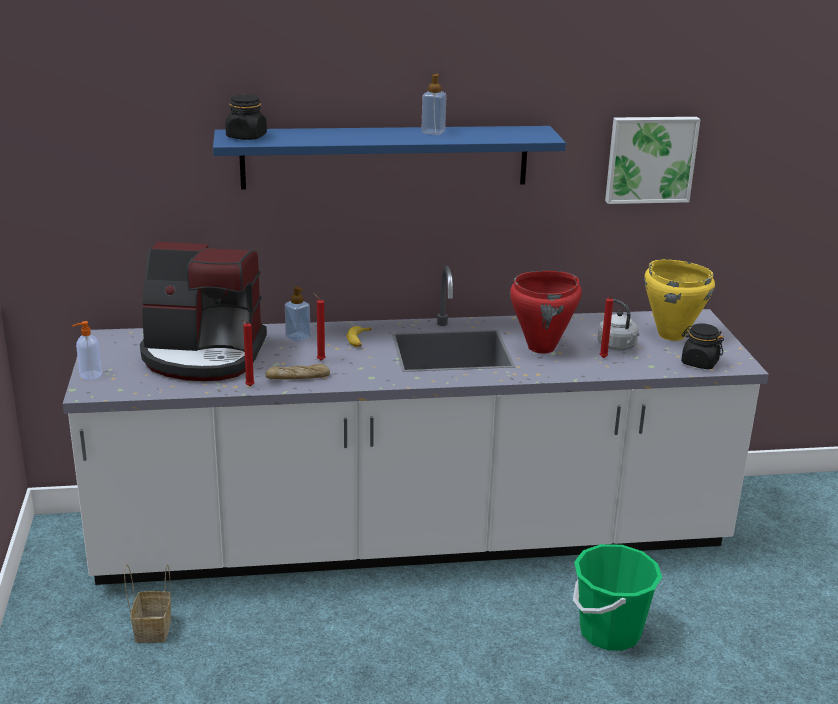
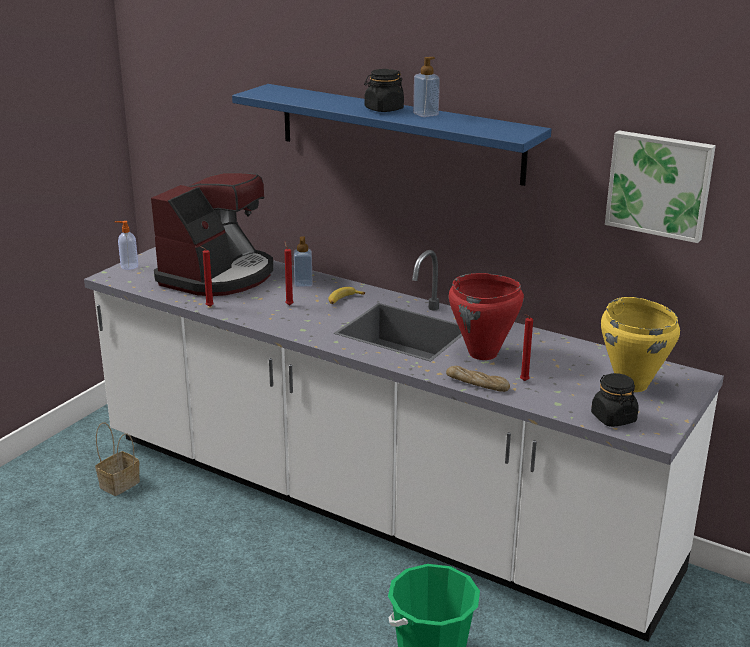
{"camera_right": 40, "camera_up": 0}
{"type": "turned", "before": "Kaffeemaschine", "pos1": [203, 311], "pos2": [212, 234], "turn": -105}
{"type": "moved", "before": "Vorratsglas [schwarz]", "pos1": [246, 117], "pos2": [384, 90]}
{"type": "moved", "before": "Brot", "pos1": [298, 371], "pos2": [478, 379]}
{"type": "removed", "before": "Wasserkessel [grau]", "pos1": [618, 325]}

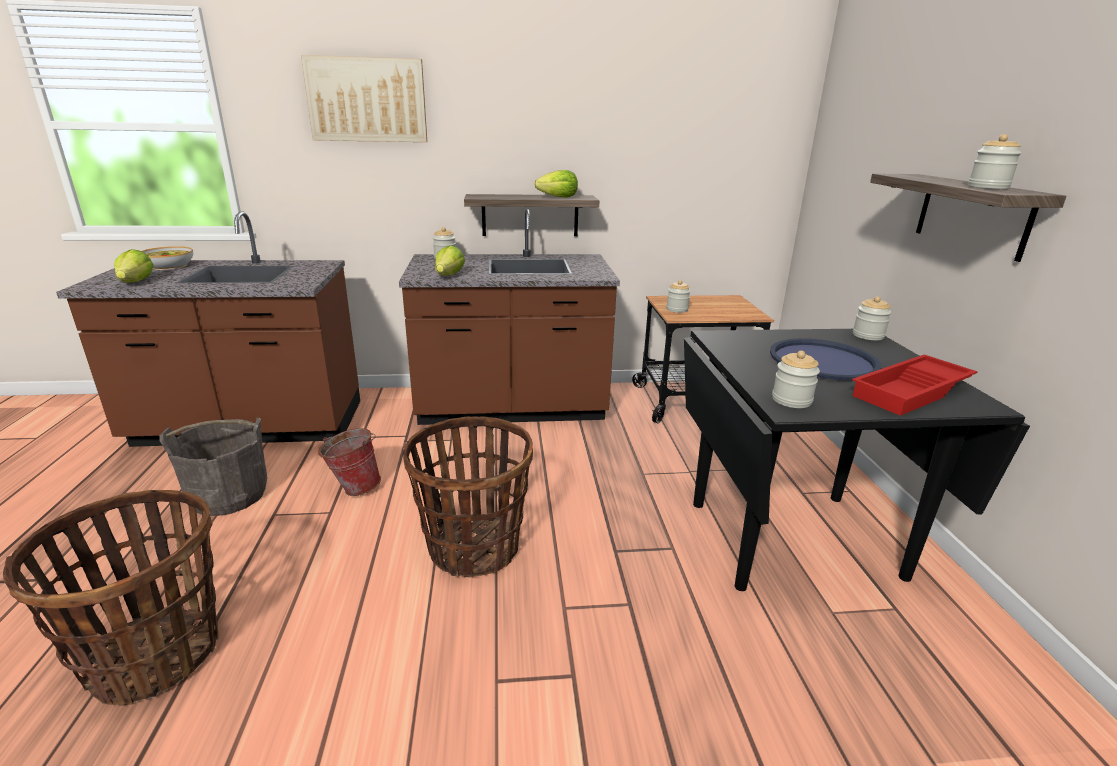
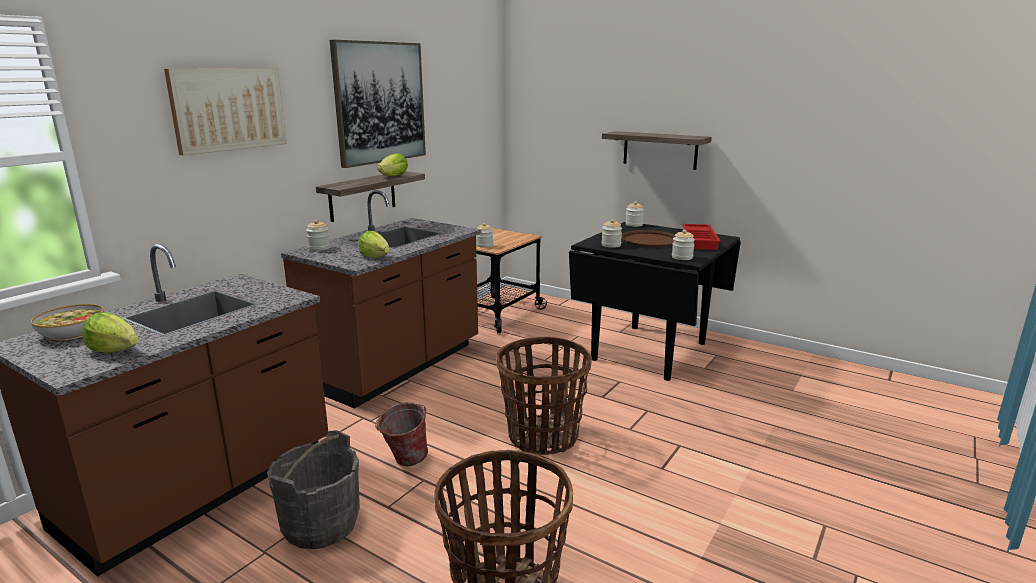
{"camera_right": -50, "camera_up": -5}
{"type": "recoloured", "before": "Tablett [blau]", "after": "Tablett [braun]", "pos1": [826, 359], "pos2": [648, 238]}
{"type": "moved", "before": "Vorratsglas", "pos1": [995, 161], "pos2": [612, 233]}
{"type": "added", "after": "Bild", "pos2": [378, 104]}

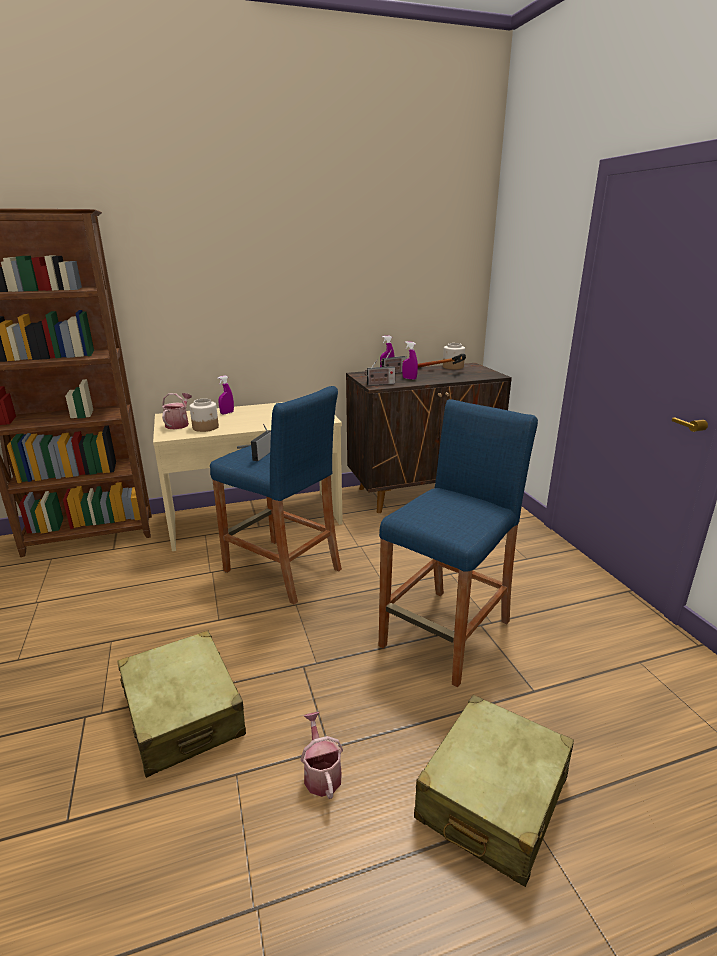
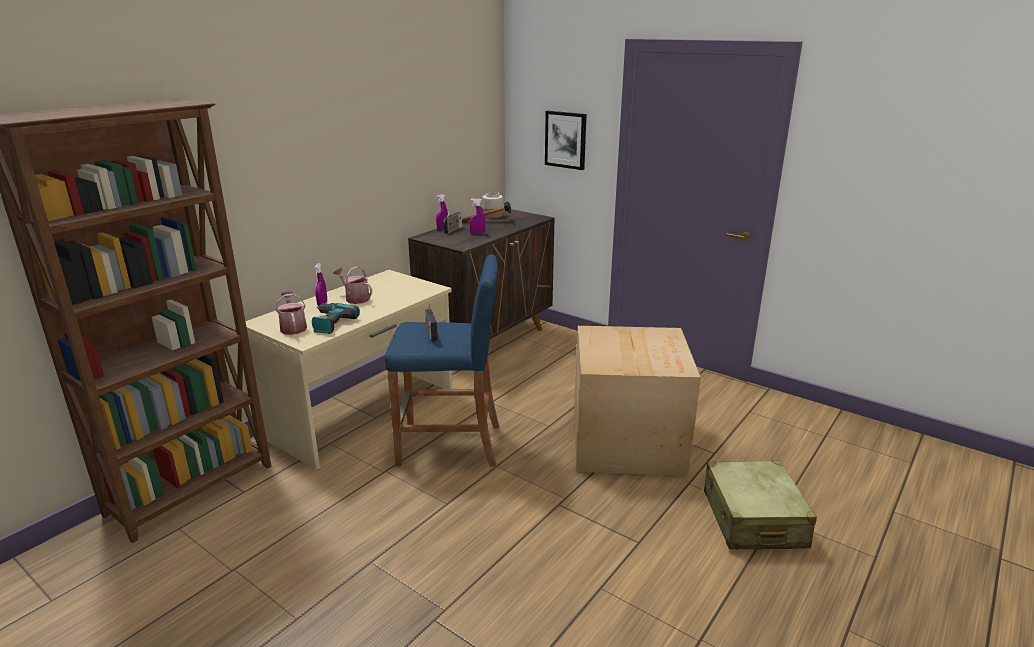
{"camera_right": -35, "camera_up": 0}
{"type": "removed", "before": "Koffer [beige]", "pos1": [181, 704]}
{"type": "replaced", "before": "Vorratsglas", "after": "Bohrmaschine", "pos1": [204, 415], "pos2": [336, 318]}
{"type": "moved", "before": "Gießkanne", "pos1": [321, 755], "pos2": [352, 285]}
{"type": "removed", "before": "Radio", "pos1": [379, 372]}
{"type": "replaced", "before": "Hocker [blau]", "after": "Karton", "pos1": [458, 543], "pos2": [637, 401]}
{"type": "added", "after": "Bild", "pos2": [566, 140]}

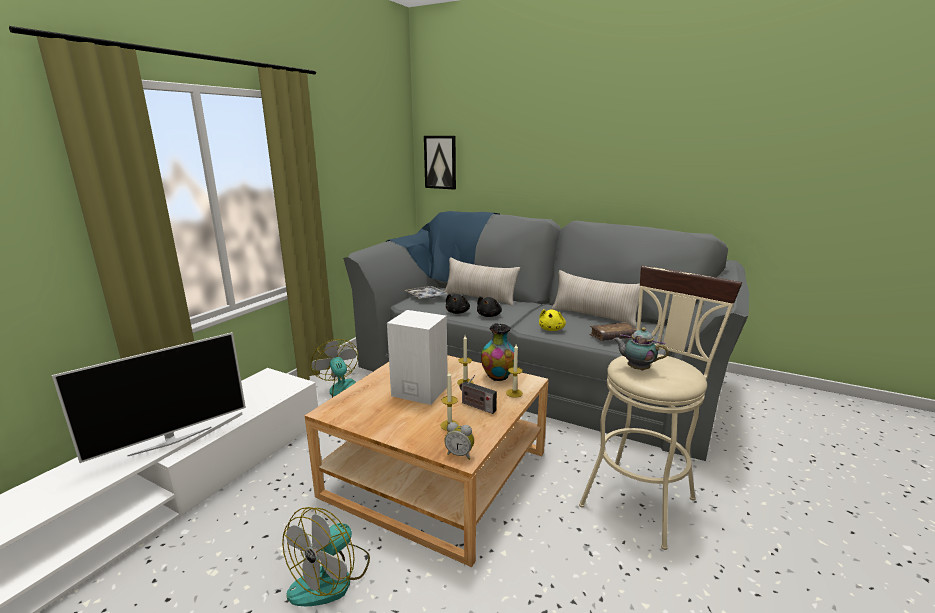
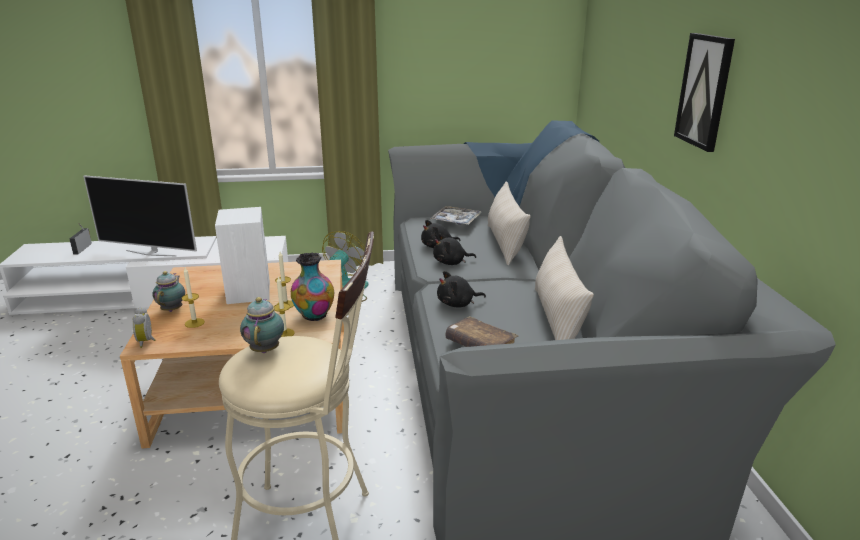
{"camera_right": 55, "camera_up": 5}
{"type": "removed", "before": "Ventilator", "pos1": [326, 556]}
{"type": "moved", "before": "Bild", "pos1": [440, 163], "pos2": [704, 92]}
{"type": "moved", "before": "Radio", "pos1": [478, 394], "pos2": [80, 238]}
{"type": "recoloured", "before": "Plüschtier [gelb]", "after": "Plüschtier [schwarz]", "pos1": [552, 320], "pos2": [461, 289]}
{"type": "added", "after": "Teekanne", "pos2": [168, 291]}

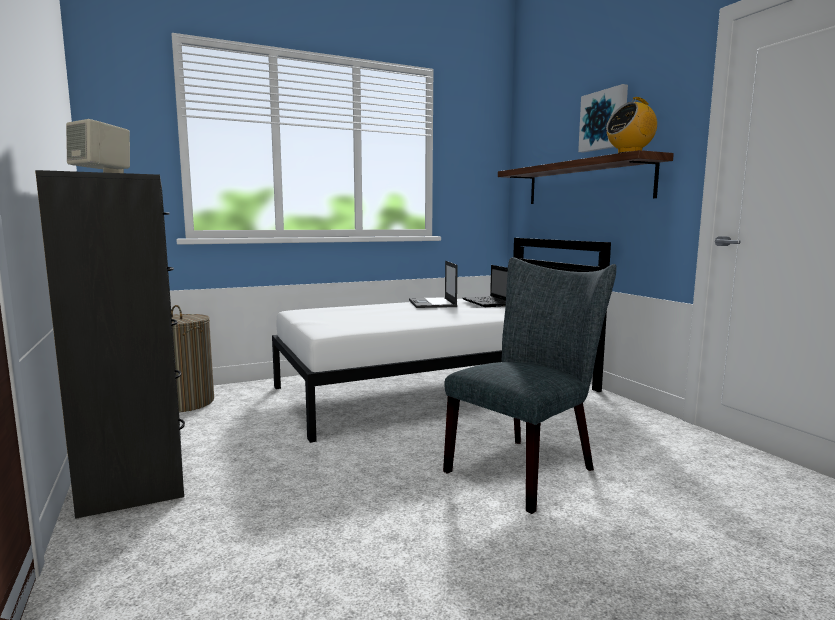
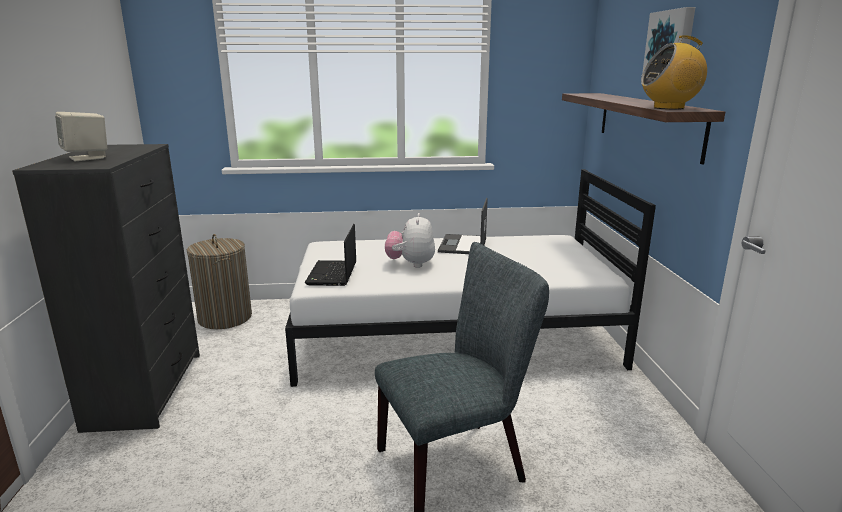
{"camera_right": 20, "camera_up": 10}
{"type": "moved", "before": "Laptop", "pos1": [485, 286], "pos2": [330, 255]}
{"type": "added", "after": "Plüschtier", "pos2": [410, 240]}

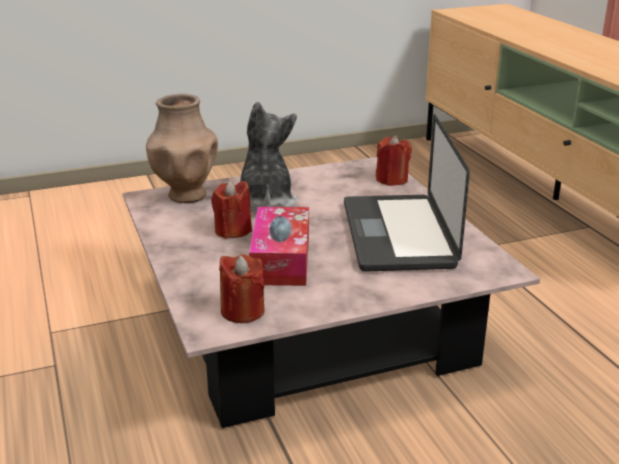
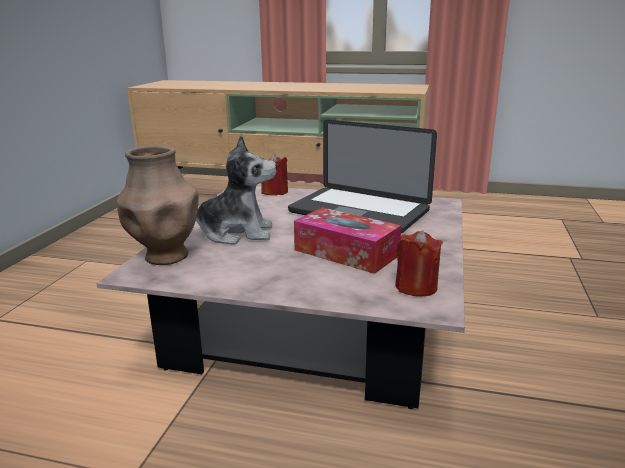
{"camera_right": -55, "camera_up": -5}
{"type": "removed", "before": "Kerze [rot]", "pos1": [231, 209]}
{"type": "turned", "before": "Plüschtier", "pos1": [269, 157], "pos2": [236, 190], "turn": 150}

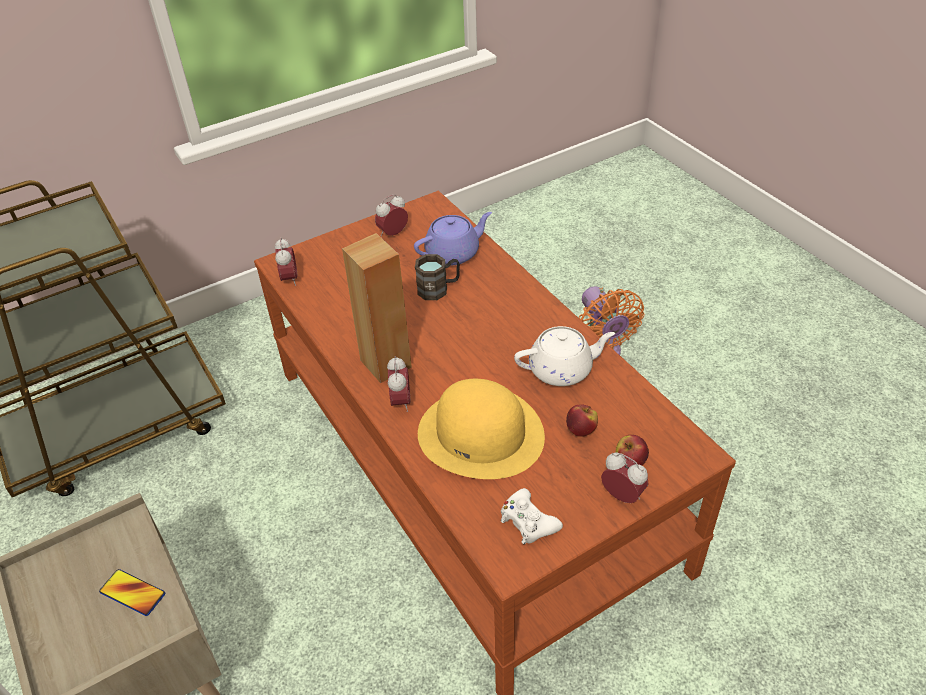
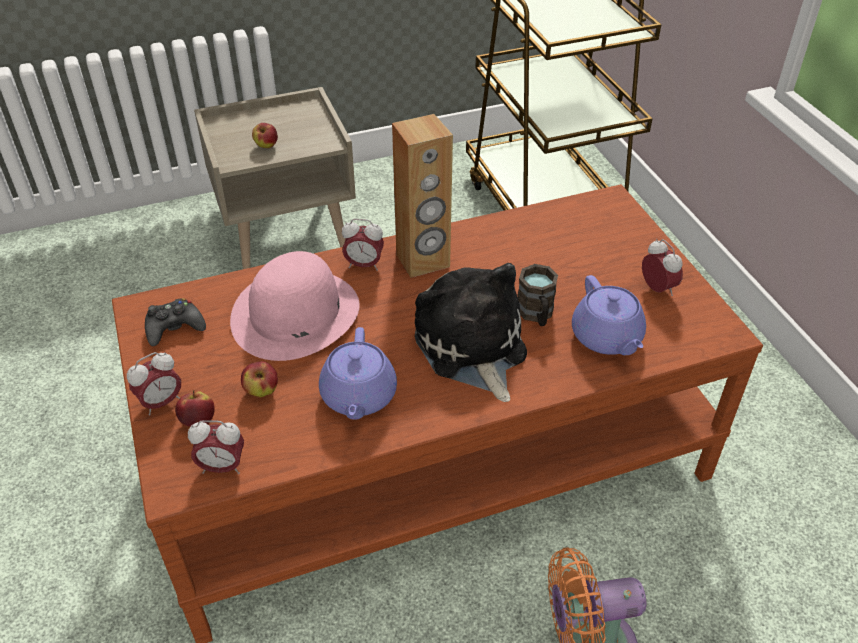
{"camera_right": 100, "camera_up": 0}
{"type": "replaced", "before": "Handy", "after": "Apfel", "pos1": [132, 592], "pos2": [265, 135]}
{"type": "moved", "before": "Wecker", "pos1": [286, 262], "pos2": [216, 447]}
{"type": "recoloured", "before": "Hut [gelb]", "after": "Hut [rosa]", "pos1": [481, 429], "pos2": [295, 306]}
{"type": "recoloured", "before": "Gamepad [weiß]", "after": "Gamepad [schwarz]", "pos1": [532, 516], "pos2": [175, 322]}
{"type": "recoloured", "before": "Teekanne [weiß]", "after": "Teekanne [lila]", "pos1": [564, 356], "pos2": [358, 373]}
{"type": "added", "after": "Plüschtier", "pos2": [471, 332]}

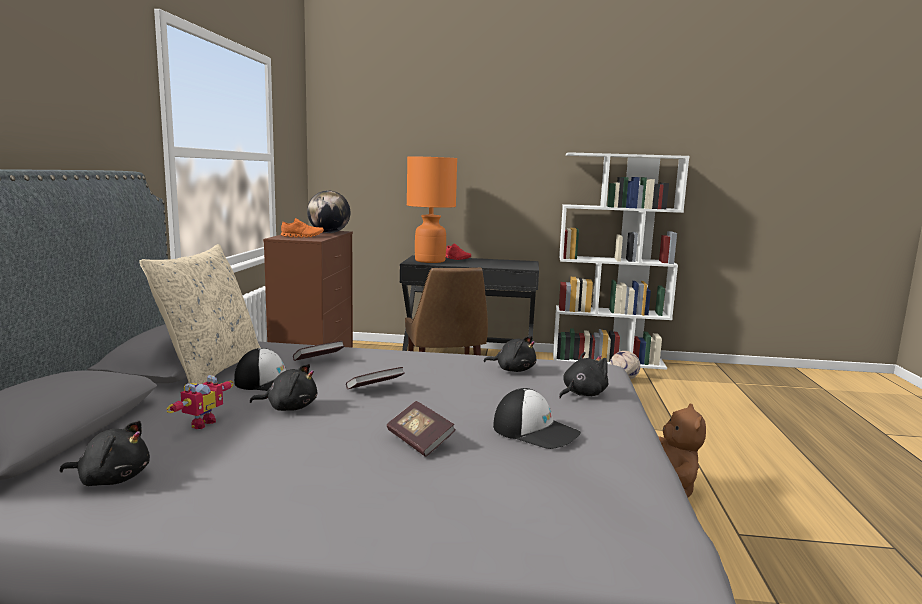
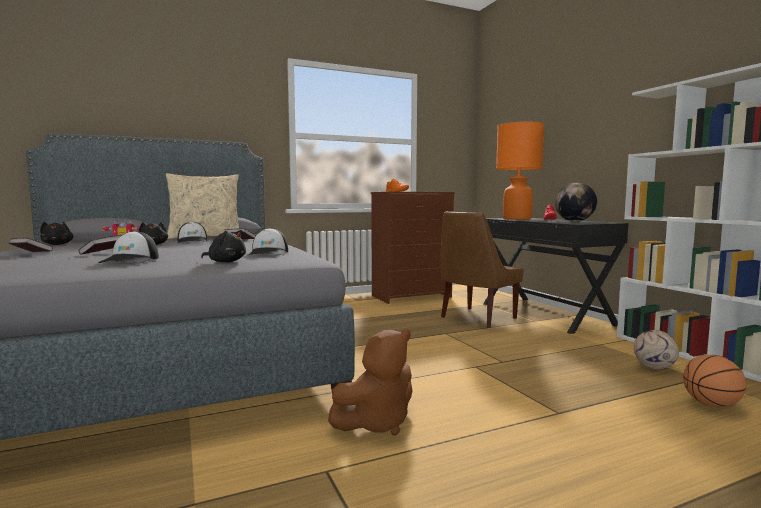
{"camera_right": 60, "camera_up": -5}
{"type": "moved", "before": "Globus", "pos1": [328, 212], "pos2": [576, 202]}
{"type": "moved", "before": "Buch", "pos1": [375, 378], "pos2": [31, 245]}
{"type": "replaced", "before": "Plüschtier [schwarz]", "after": "Kappe", "pos1": [510, 354], "pos2": [268, 241]}
{"type": "added", "after": "Basketball", "pos2": [714, 381]}

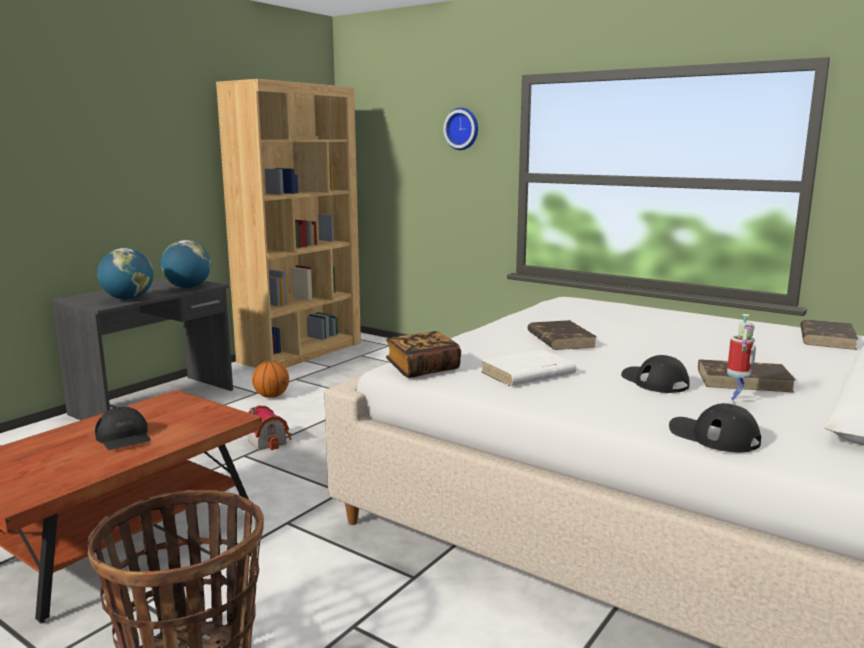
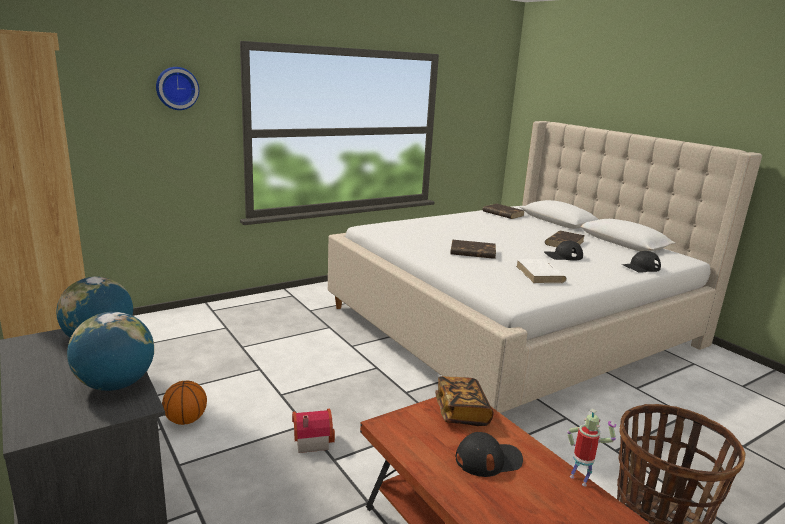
{"camera_right": -70, "camera_up": 5}
{"type": "moved", "before": "Buch", "pos1": [423, 354], "pos2": [464, 401]}
{"type": "moved", "before": "Spielzeugroboter", "pos1": [741, 359], "pos2": [591, 448]}

